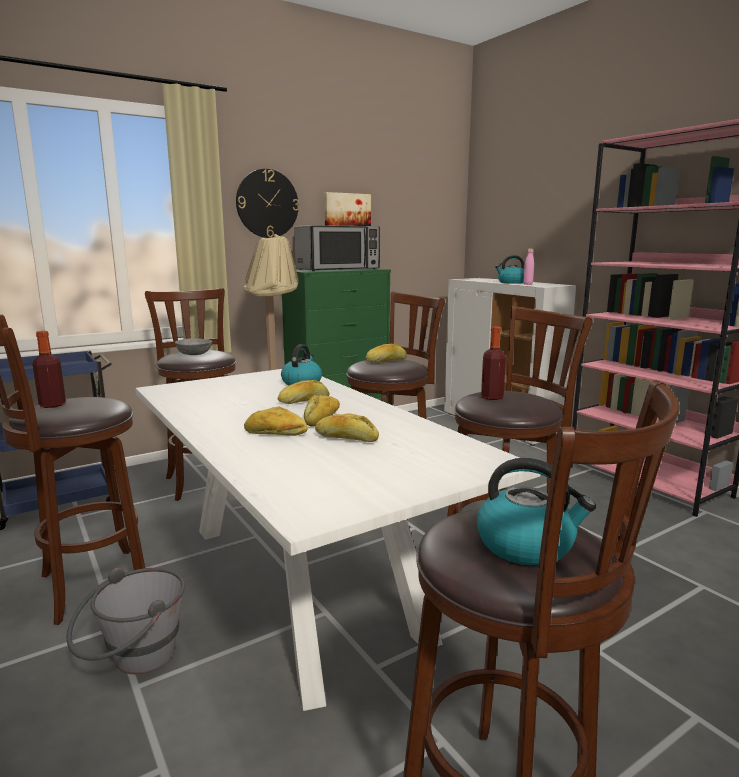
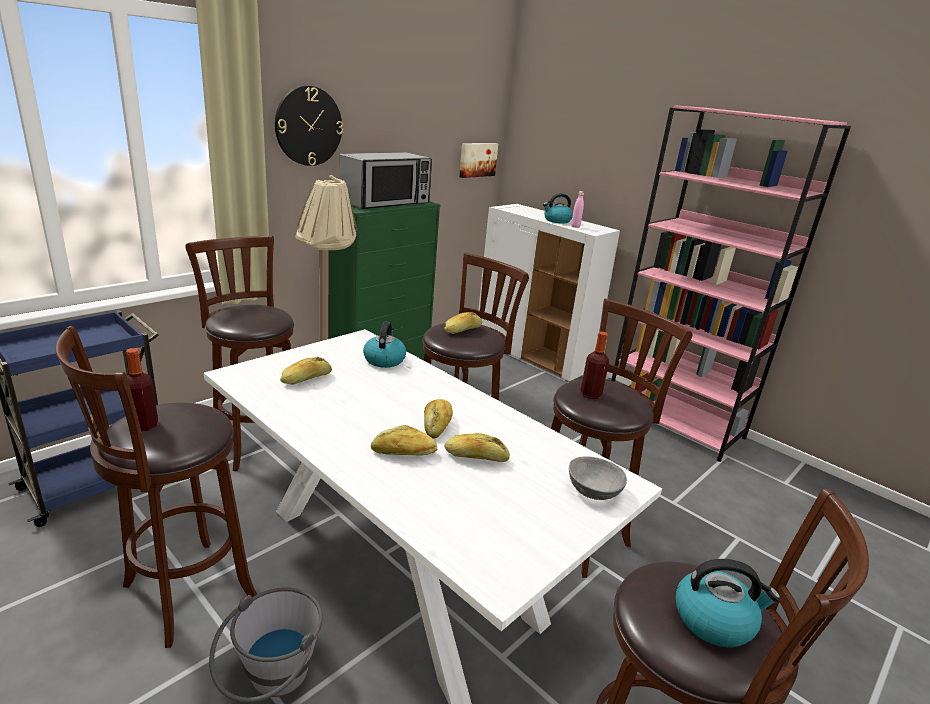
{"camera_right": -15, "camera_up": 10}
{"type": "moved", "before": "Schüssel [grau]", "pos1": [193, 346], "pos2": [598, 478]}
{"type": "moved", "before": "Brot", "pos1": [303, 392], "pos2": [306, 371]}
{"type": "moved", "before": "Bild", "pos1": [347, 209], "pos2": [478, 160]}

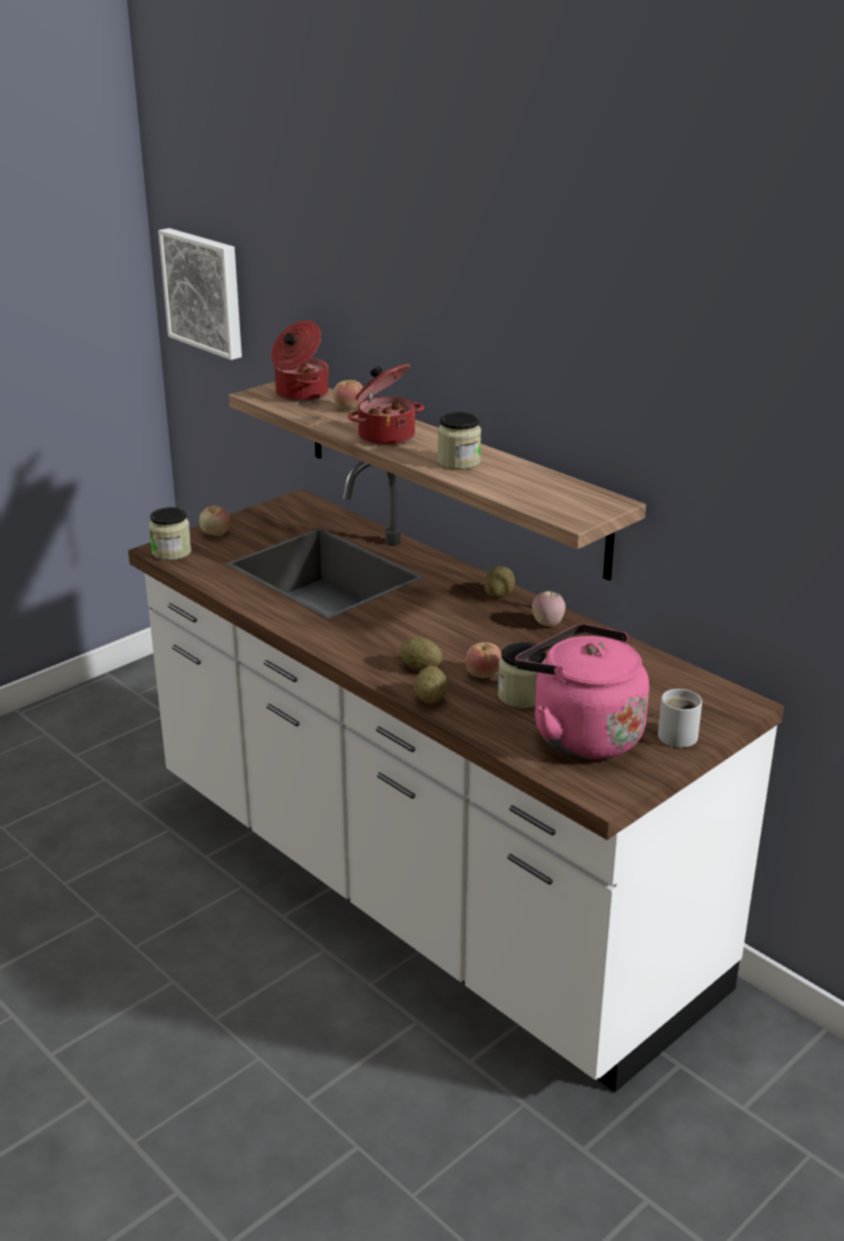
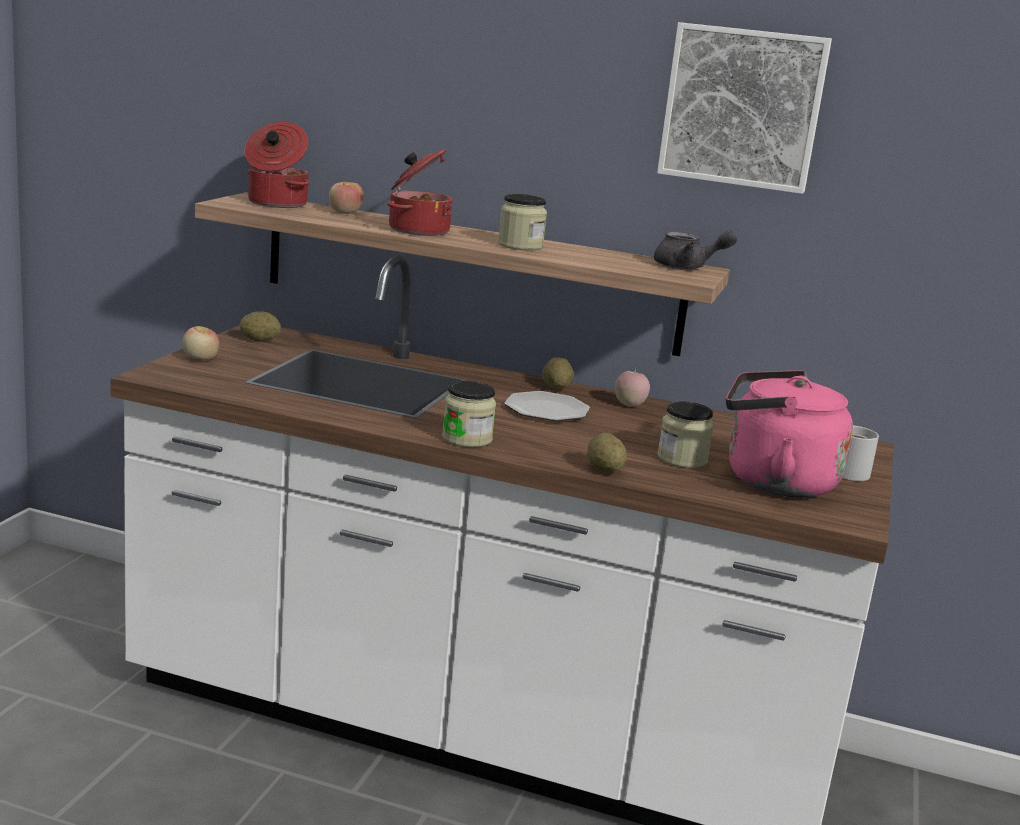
{"camera_right": -30, "camera_up": -10}
{"type": "moved", "before": "Vorratsglas", "pos1": [170, 533], "pos2": [469, 414]}
{"type": "moved", "before": "Bild", "pos1": [200, 294], "pos2": [744, 108]}
{"type": "moved", "before": "Kartoffel", "pos1": [420, 653], "pos2": [260, 326]}
{"type": "removed", "before": "Apfel", "pos1": [484, 660]}
{"type": "added", "after": "Teller", "pos2": [547, 406]}
{"type": "added", "after": "Teekanne [grau]", "pos2": [695, 250]}

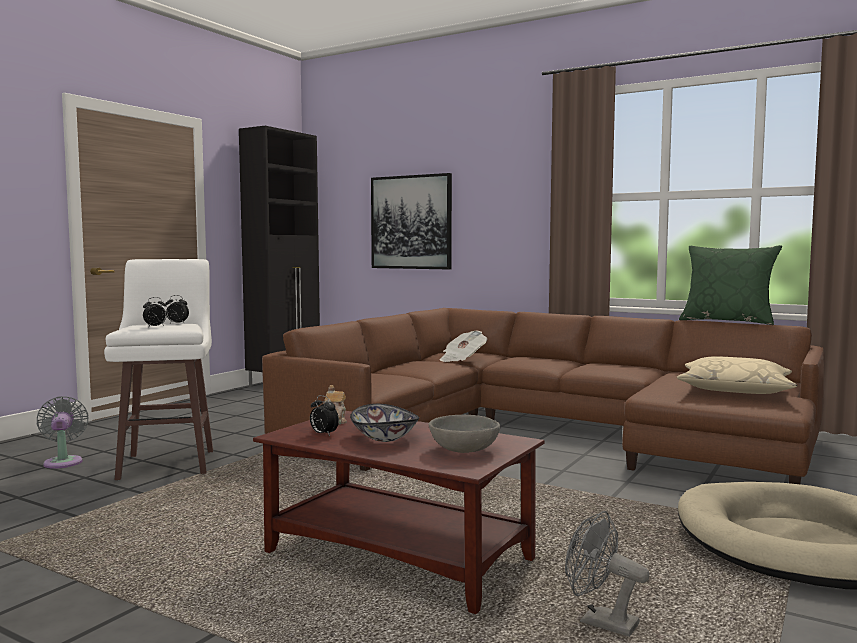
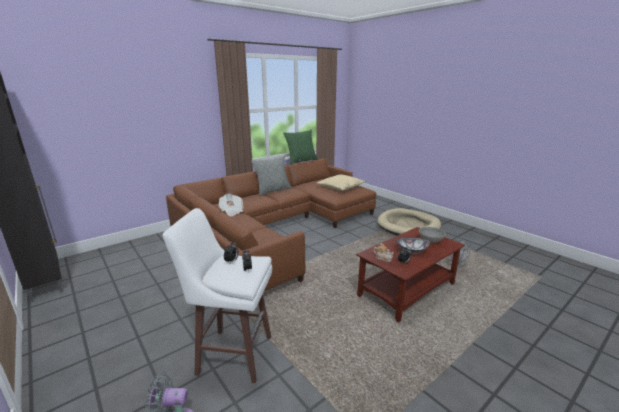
{"camera_right": -70, "camera_up": 15}
{"type": "removed", "before": "Bild", "pos1": [411, 221]}
{"type": "added", "after": "Kissen [grau]", "pos2": [271, 176]}

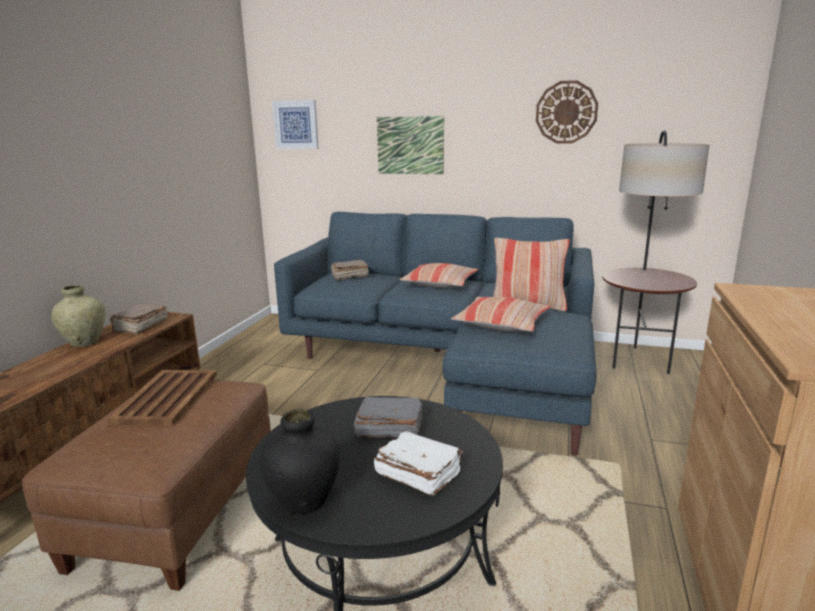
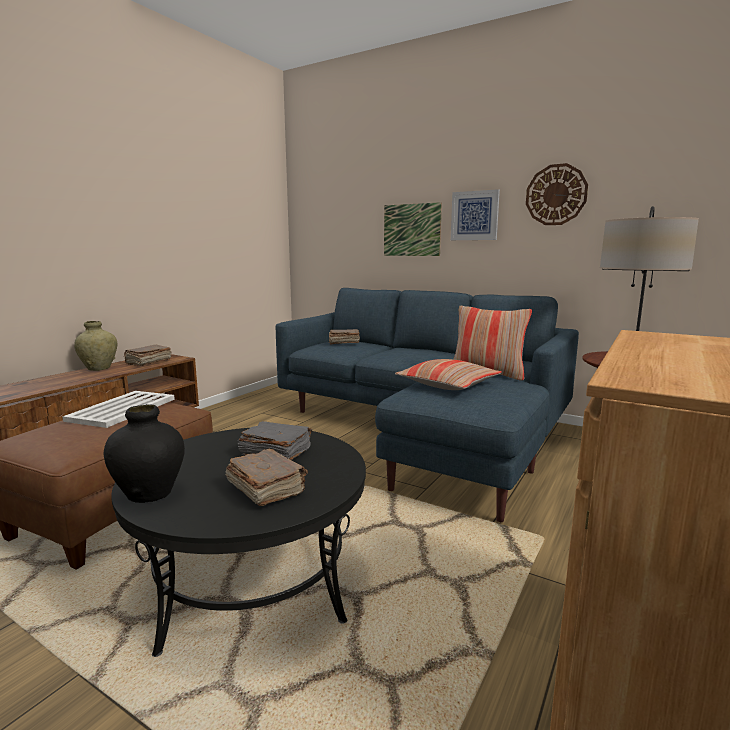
{"camera_right": 15, "camera_up": -5}
{"type": "recoloured", "before": "Tablett [braun]", "after": "Tablett [weiß]", "pos1": [162, 398], "pos2": [118, 409]}
{"type": "moved", "before": "Bild", "pos1": [295, 124], "pos2": [475, 214]}
{"type": "recoloured", "before": "Buch [weiß]", "after": "Buch [braun]", "pos1": [418, 463], "pos2": [266, 477]}
{"type": "removed", "before": "Kissen", "pos1": [439, 275]}

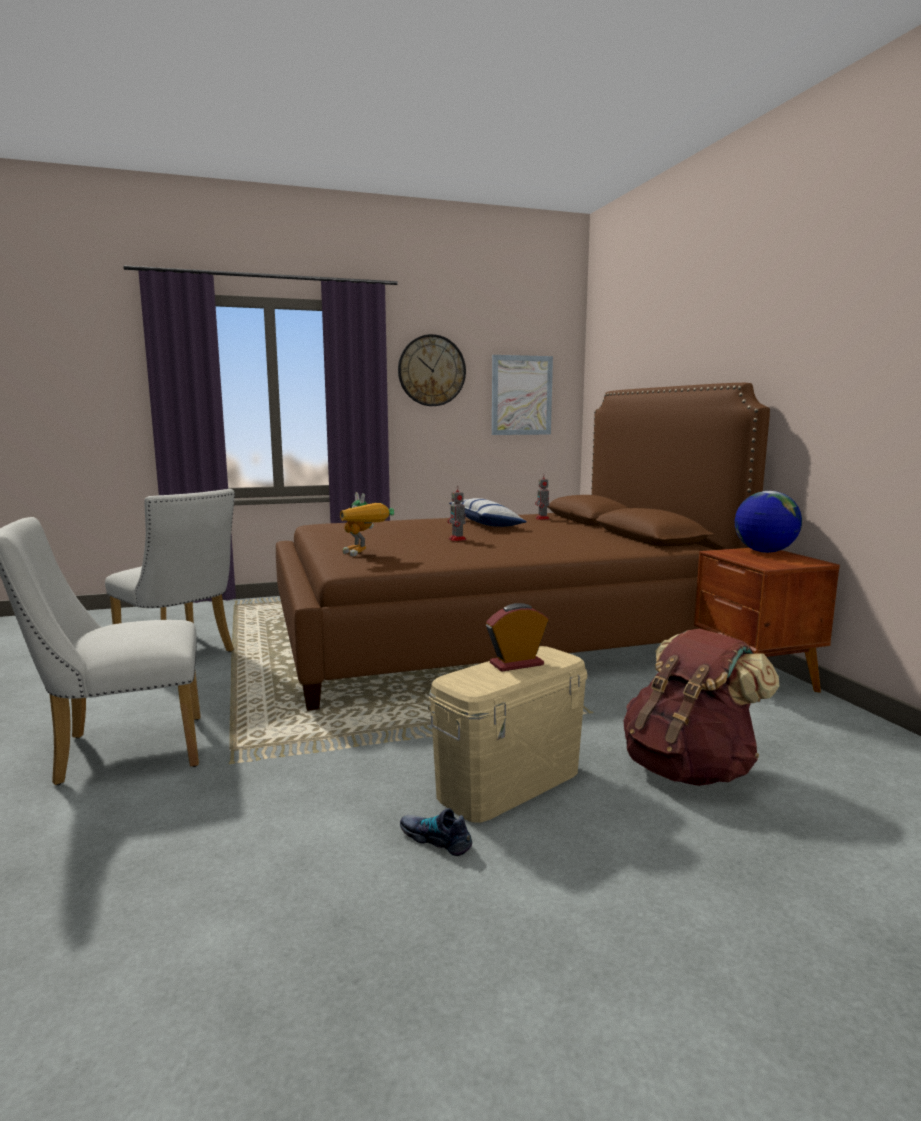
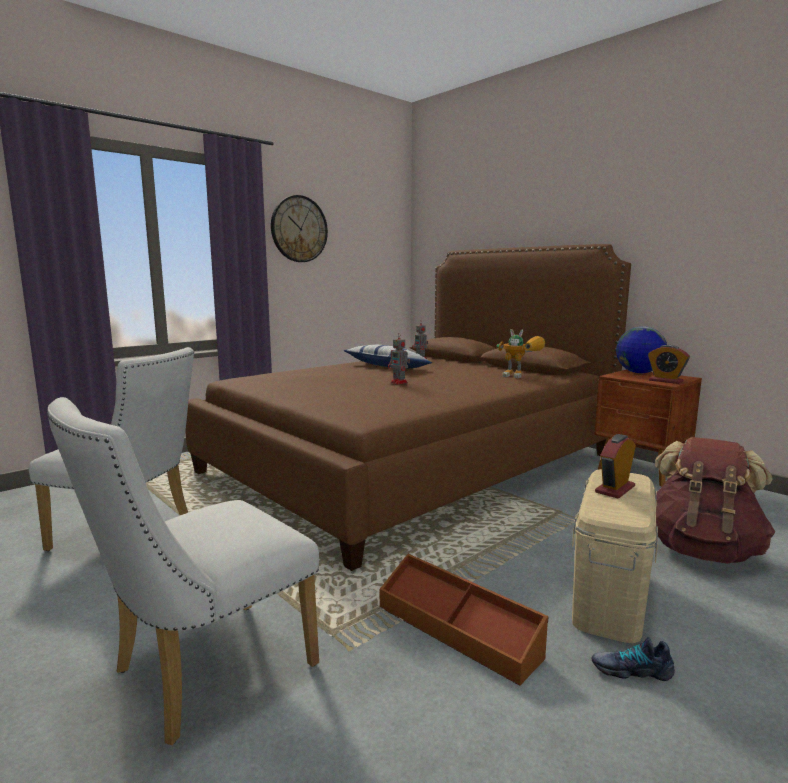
{"camera_right": -25, "camera_up": 0}
{"type": "moved", "before": "Spielzeugroboter", "pos1": [367, 524], "pos2": [520, 353]}
{"type": "removed", "before": "Bild", "pos1": [522, 395]}
{"type": "added", "after": "Aufbewahrungsbox [braun]", "pos2": [464, 620]}
{"type": "added", "after": "Wecker", "pos2": [669, 364]}

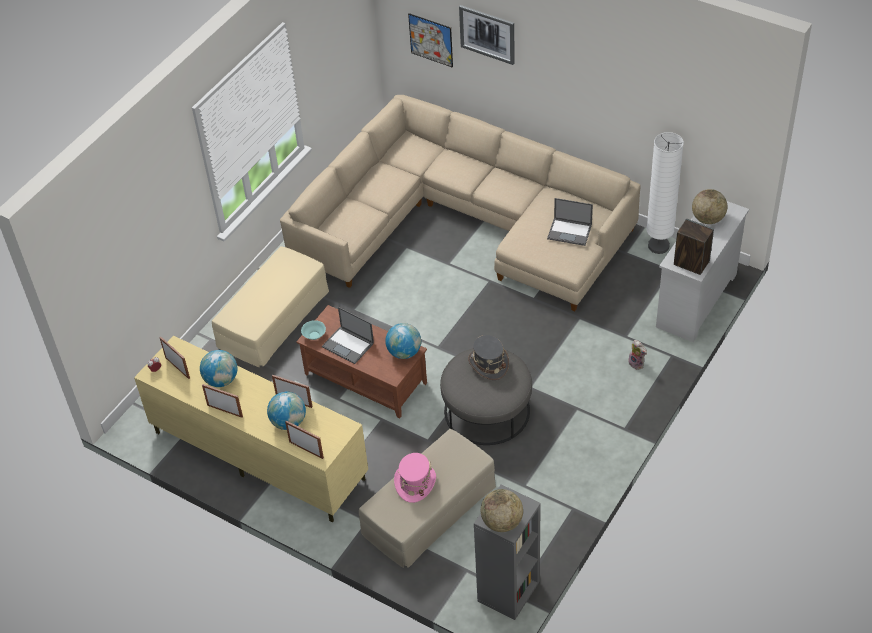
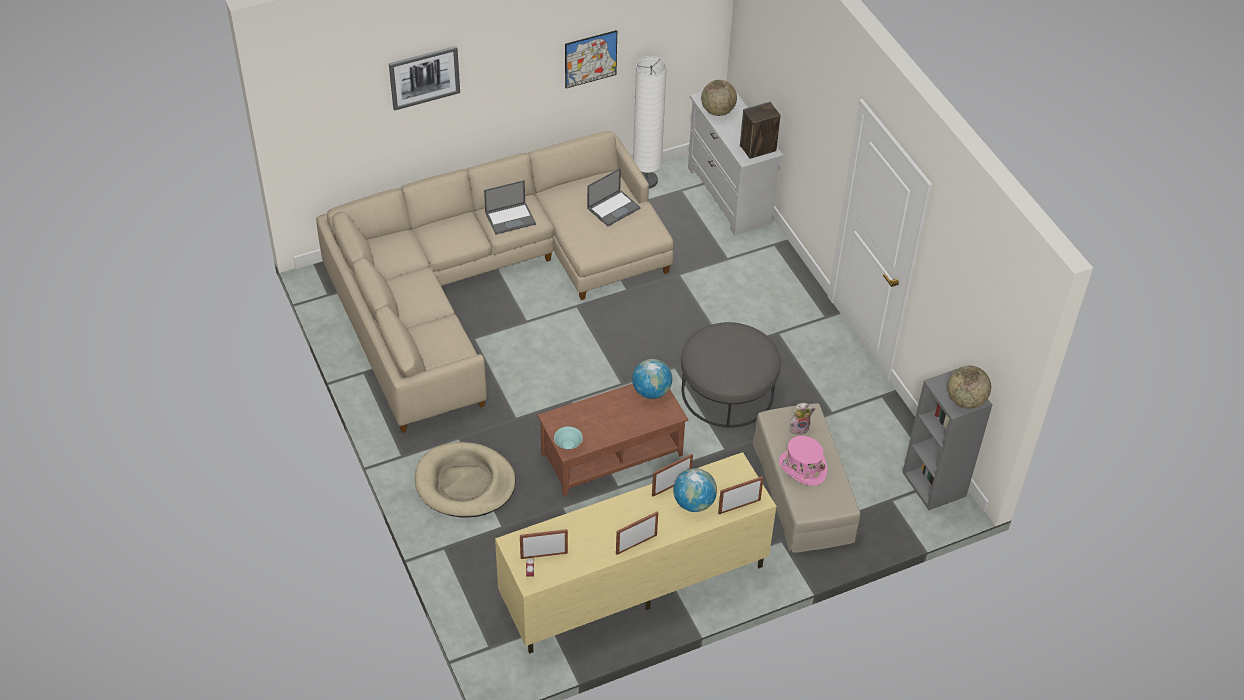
{"camera_right": -60, "camera_up": 0}
{"type": "removed", "before": "Globus", "pos1": [218, 368]}
{"type": "replaced", "before": "Polsterhocker [beige]", "after": "Hundebett [beige]", "pos1": [270, 306], "pos2": [465, 480]}
{"type": "moved", "before": "Laptop", "pos1": [348, 335], "pos2": [510, 207]}
{"type": "moved", "before": "Bild", "pos1": [430, 40], "pos2": [591, 59]}
{"type": "removed", "before": "Hut [grau]", "pos1": [488, 357]}
{"type": "moved", "before": "Plüschtier", "pos1": [637, 355], "pos2": [802, 419]}

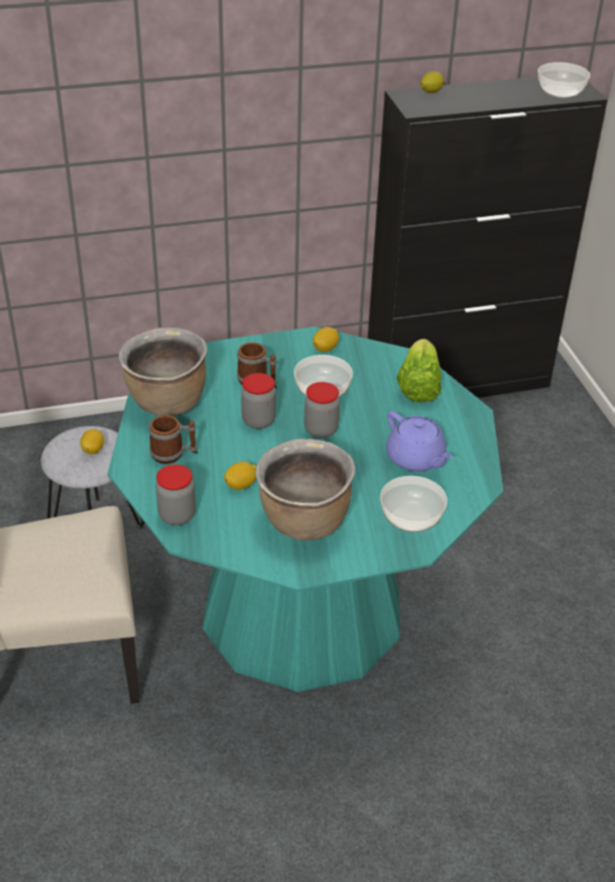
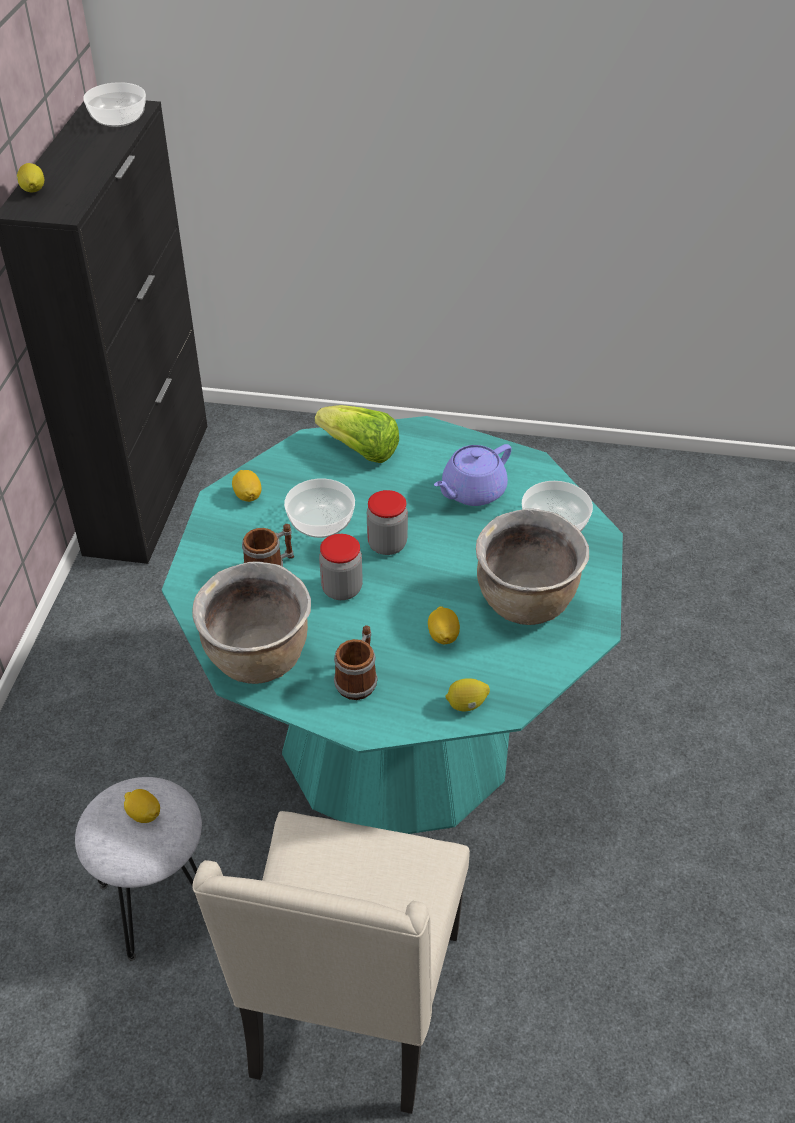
{"camera_right": -65, "camera_up": 5}
{"type": "replaced", "before": "Vorratsglas", "after": "Zitrone", "pos1": [176, 494], "pos2": [467, 694]}
{"type": "turned", "before": "Teekanne [lila]", "pos1": [419, 441], "pos2": [473, 475], "turn": 150}

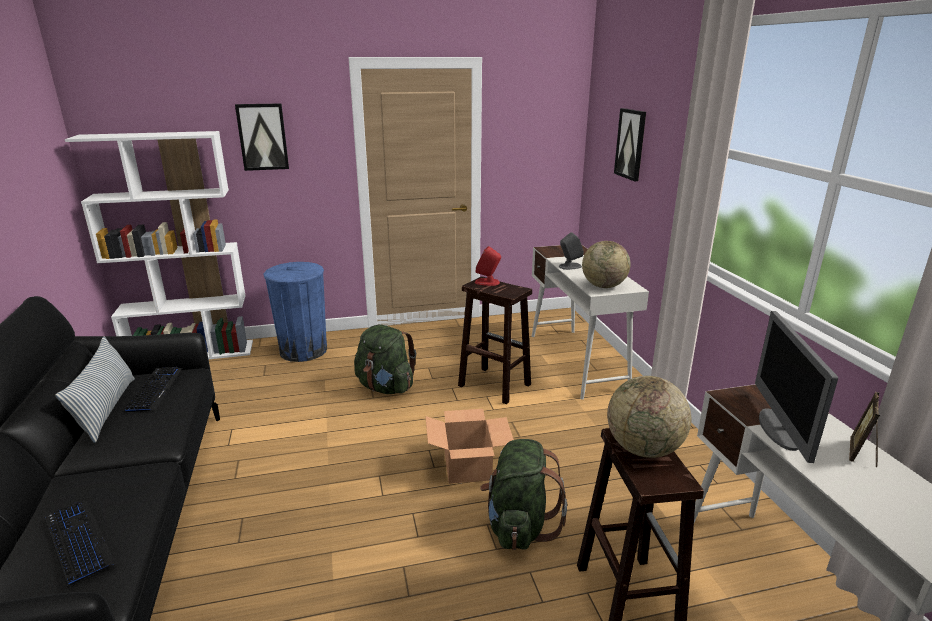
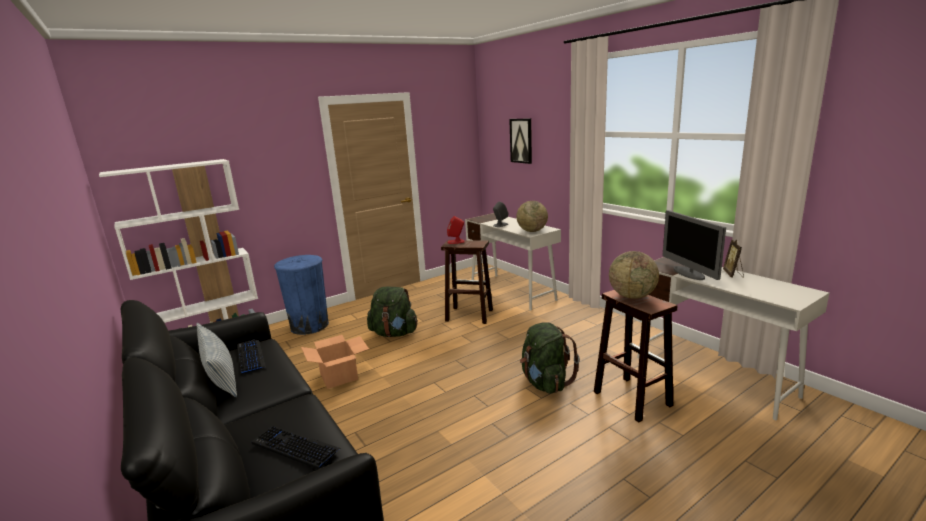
{"camera_right": -20, "camera_up": -5}
{"type": "removed", "before": "Bild", "pos1": [262, 137]}
{"type": "moved", "before": "Karton", "pos1": [469, 446], "pos2": [335, 362]}

